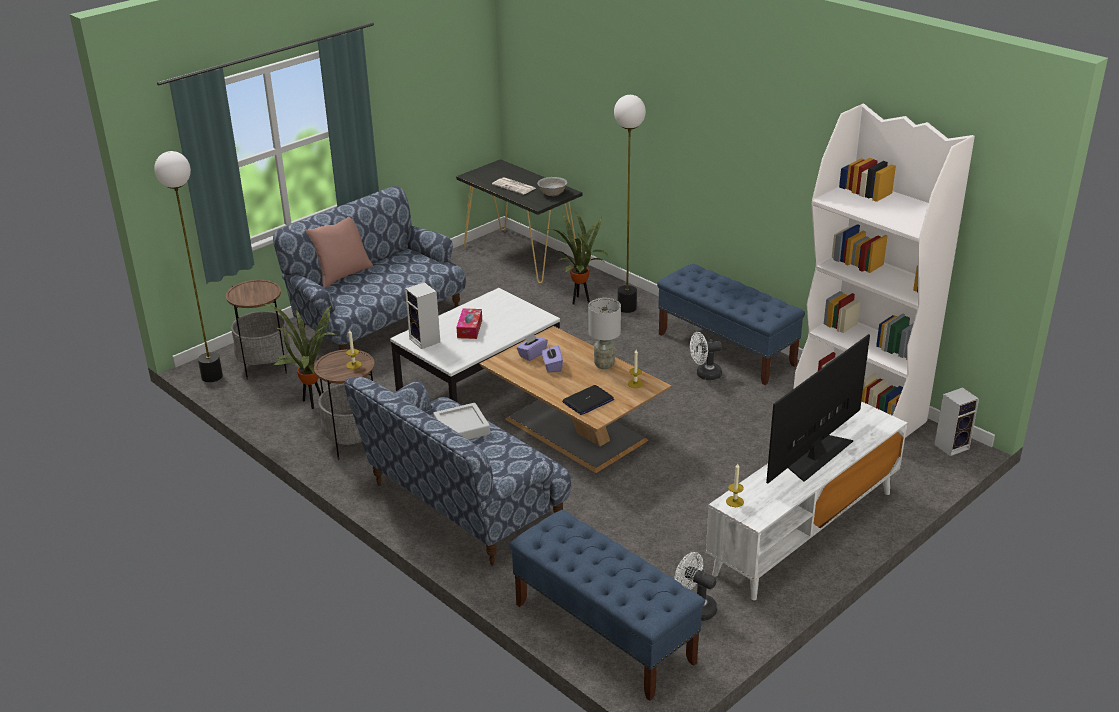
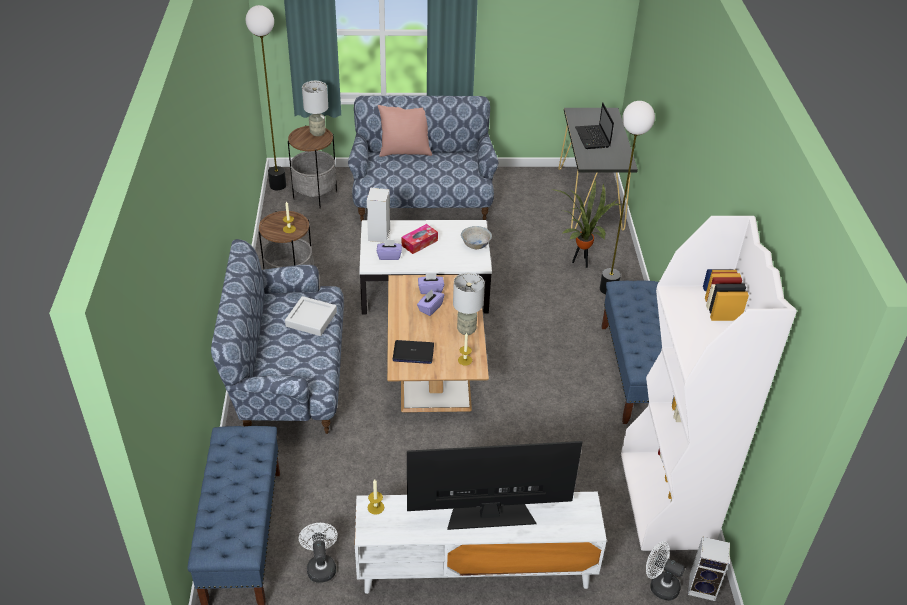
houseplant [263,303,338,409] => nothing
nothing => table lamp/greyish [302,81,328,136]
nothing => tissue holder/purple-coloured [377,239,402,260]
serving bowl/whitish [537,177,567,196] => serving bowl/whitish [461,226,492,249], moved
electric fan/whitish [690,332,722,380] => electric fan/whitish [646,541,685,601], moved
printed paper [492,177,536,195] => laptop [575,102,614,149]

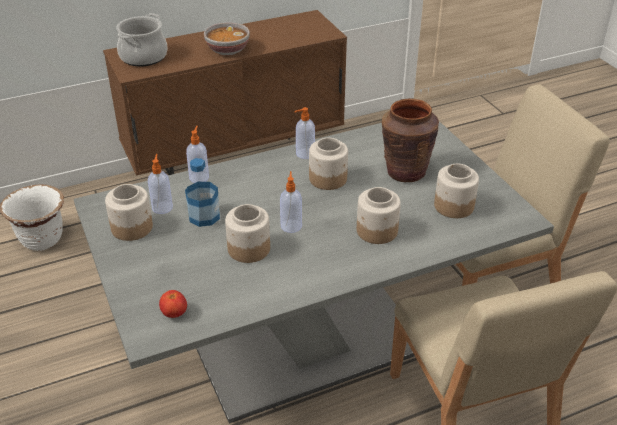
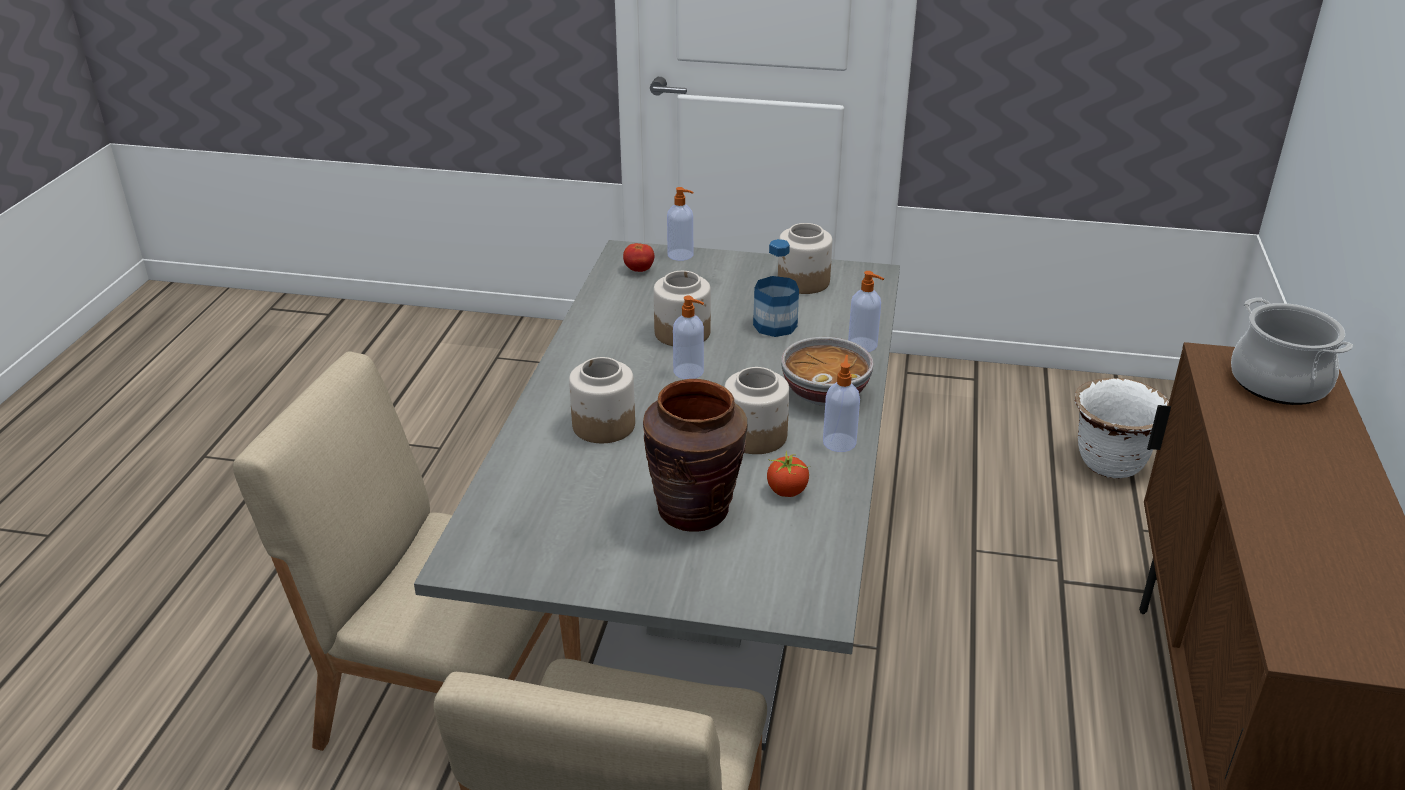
preserve jar [434,164,479,218] => nothing
nothing => fresh tomato [767,451,811,497]
soap dispenser [148,154,173,214] => soap dispenser [667,187,694,261], moved
serving bowl [204,22,250,55] => serving bowl [781,337,874,406], moved

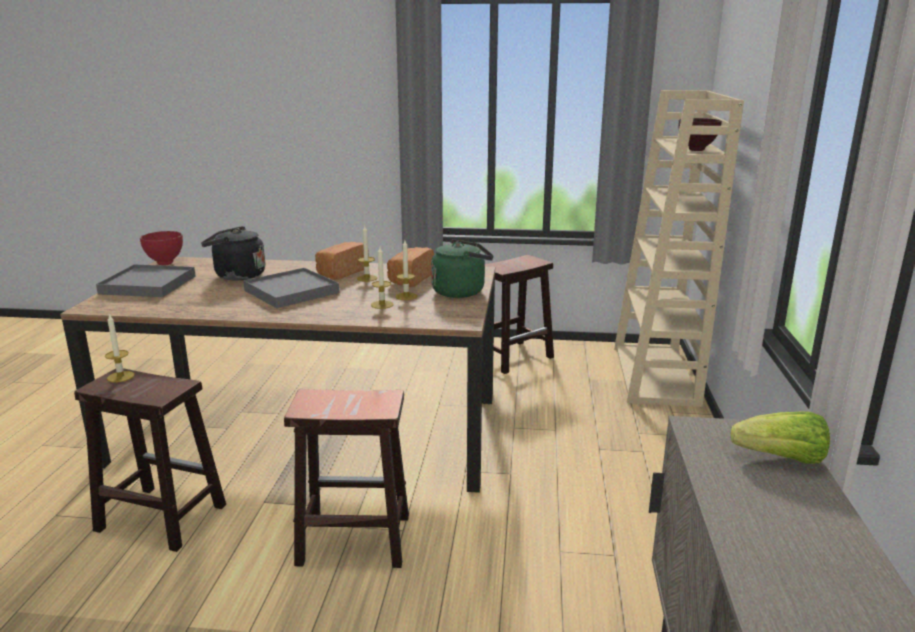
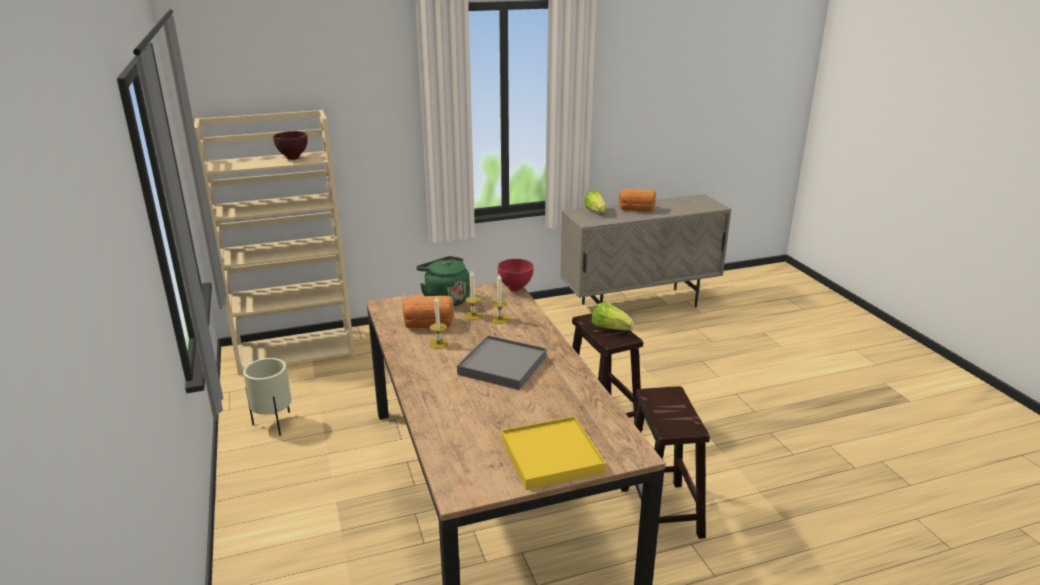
wax light [105,313,135,383] => nothing
water kettle/black-coloured [201,226,265,280] => nothing
nothing => head of lettuce [592,302,634,330]
serving bowl/reddish [140,231,183,265] => serving bowl/reddish [498,259,534,292], moved
baked bread [315,242,369,280] => baked bread [619,189,656,211], moved
sitting stool/brown [485,255,554,374] => plant pot/beige-coloured [243,358,292,436]
serving tray/greyish [96,264,196,297] => serving tray/yellow [501,416,606,490]

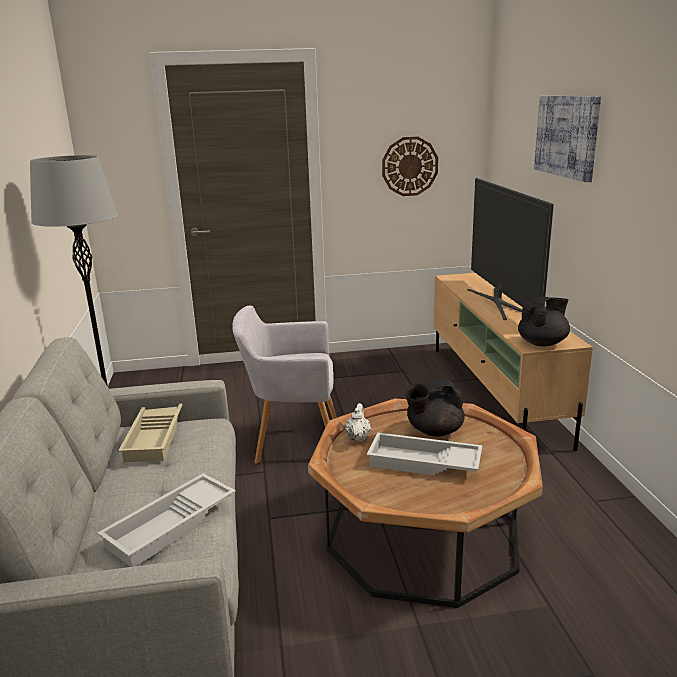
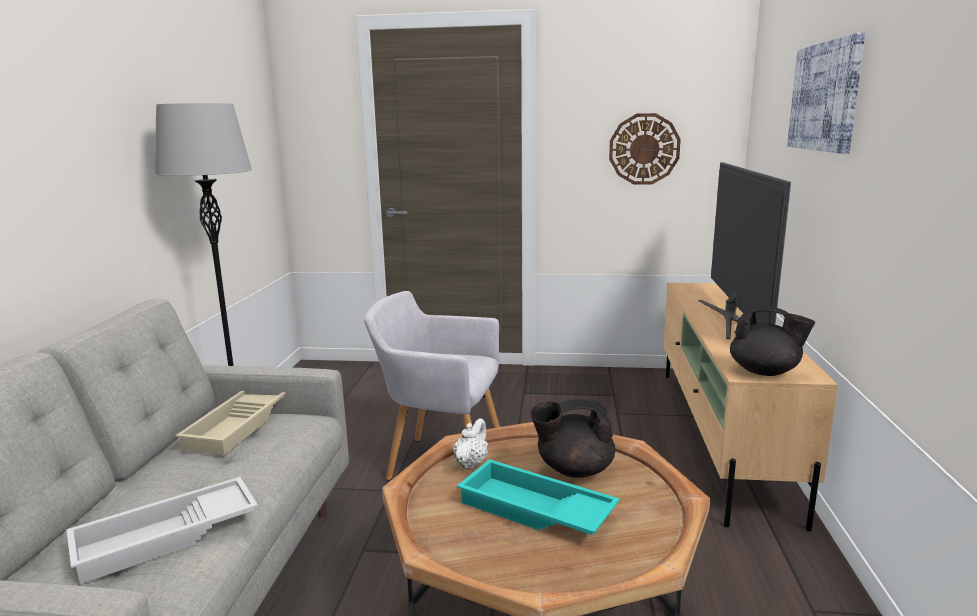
serving tray/whitish [367,432,483,475] => serving tray/blue-green [457,459,620,535]
tea pot/black-coloured [518,296,570,346] => tea pot/black-coloured [730,306,815,376], 45 degrees clockwise

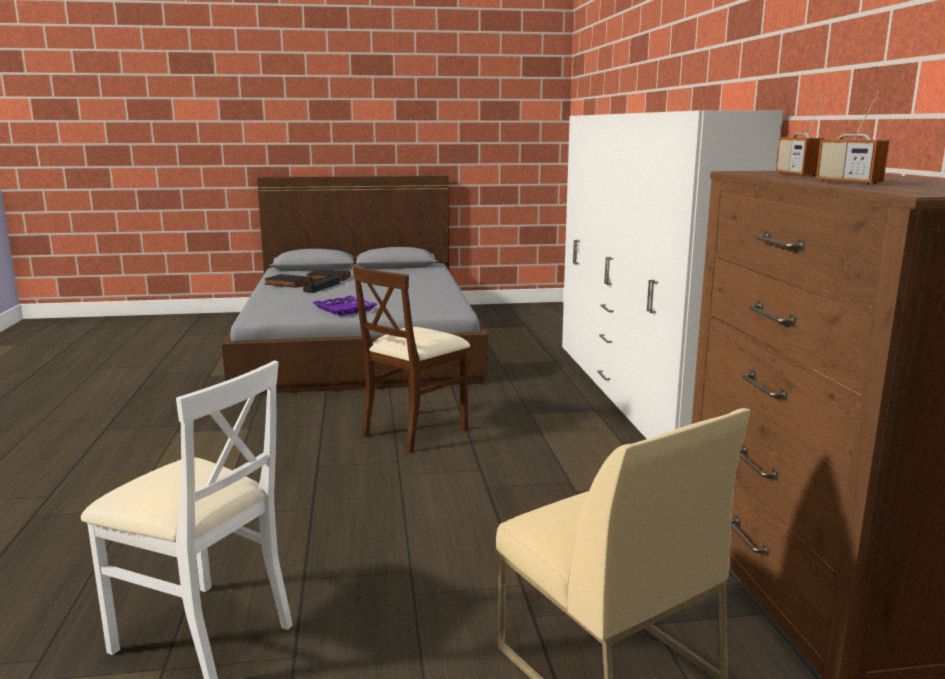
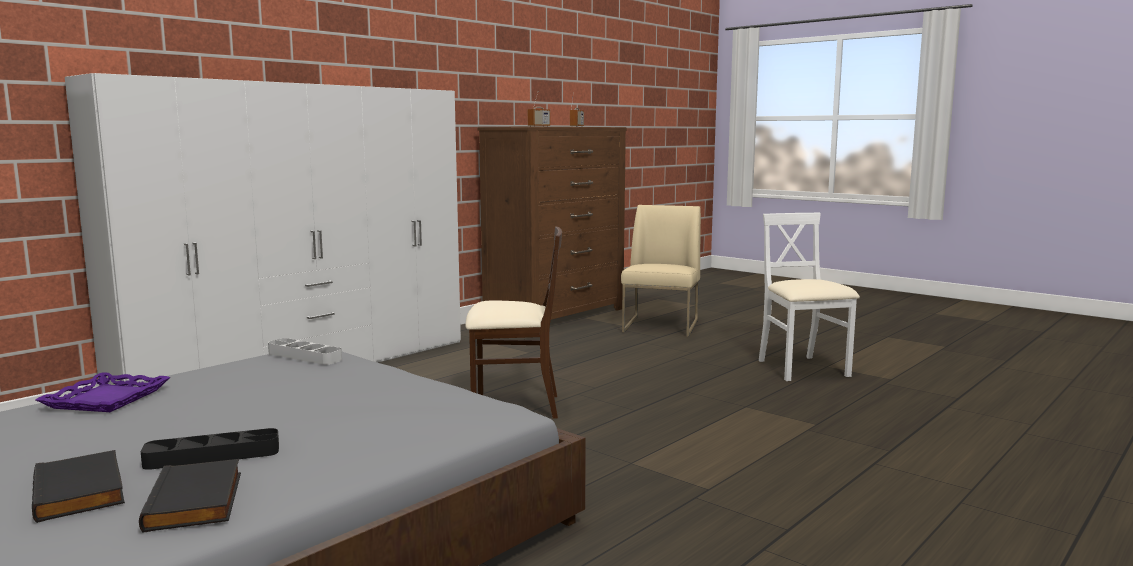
nothing => serving tray/greyish [268,338,342,365]
serving tray/purple-coloured [313,295,377,316] => serving tray/purple-coloured [36,372,170,412], moved

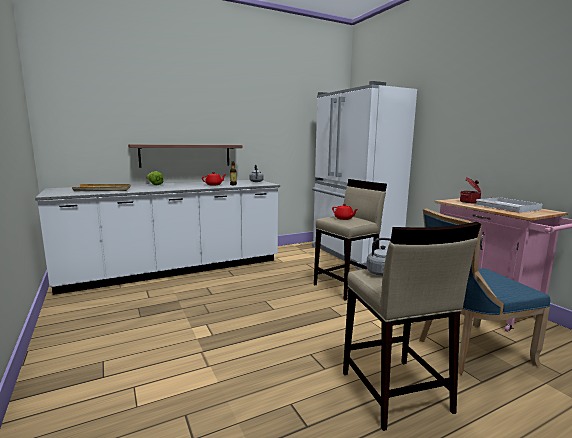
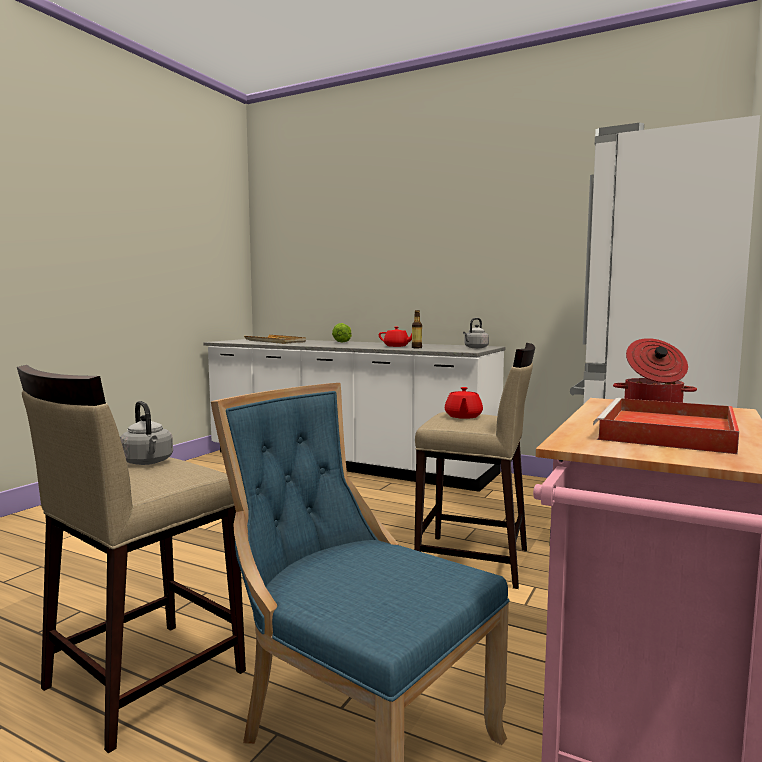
wall shelf [128,144,242,167] => nothing
serving tray/whitish [476,197,542,213] => serving tray/reddish [593,398,739,454]

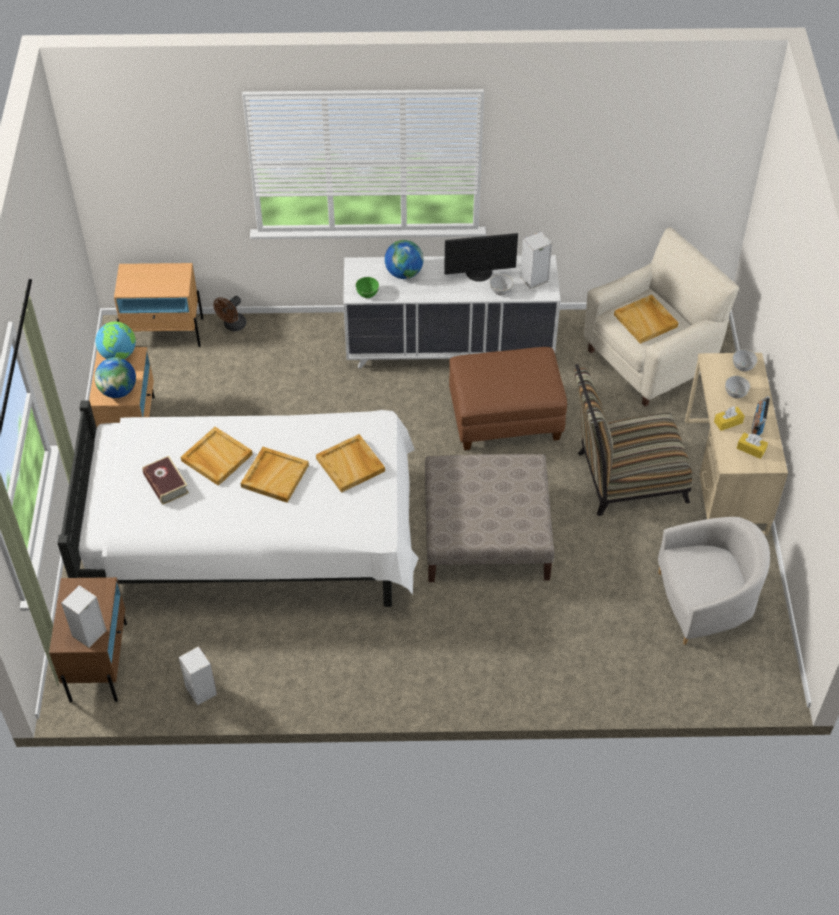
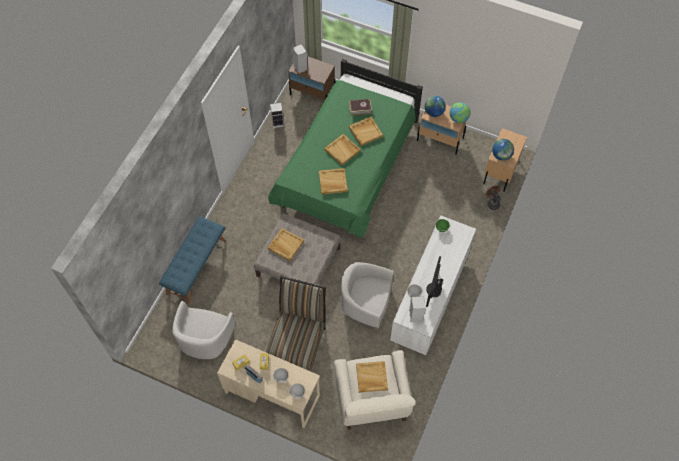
nothing => bench/blue-coloured [159,216,226,305]
nothing => serving tray/beige-coloured [267,228,304,261]
desk globe [385,240,423,279] => desk globe [492,139,514,161], moved
pouffe/brown [449,347,567,450] => lounge chair/whitish [341,262,394,329]
sleeping bed/whitish [57,400,419,607] => sleeping bed/green-coloured [268,59,423,238]

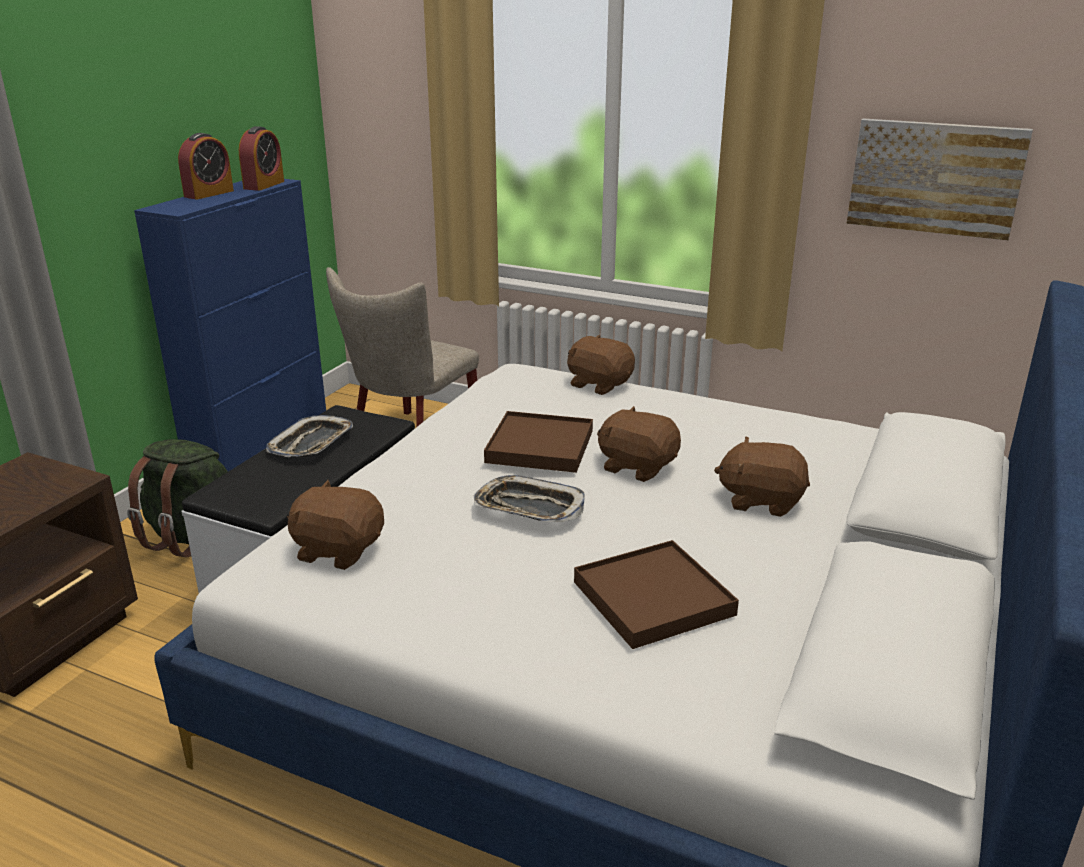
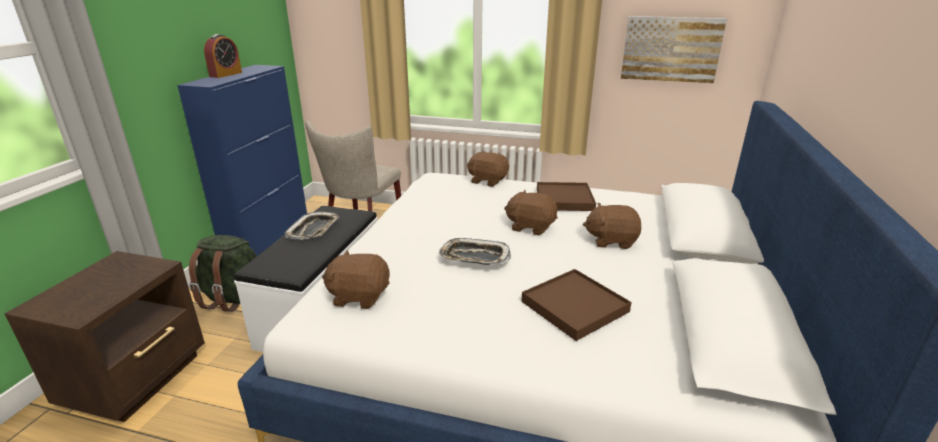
bedside clock [239,126,284,191] => nothing
serving tray/brown [484,411,593,473] => serving tray/brown [537,182,596,211], moved

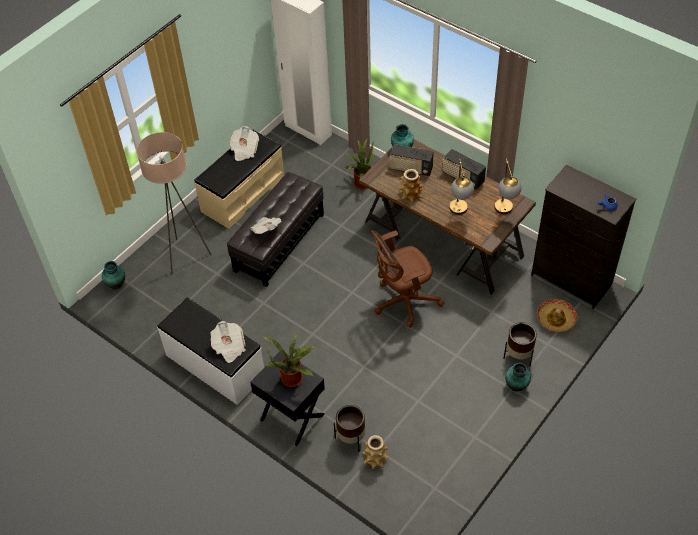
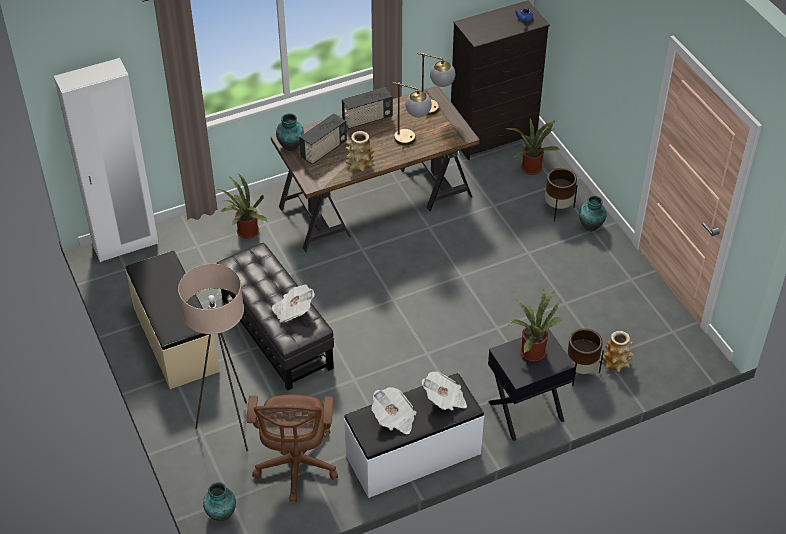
printed paper [229,126,259,161] => printed paper [371,387,417,434], moved
desk chair/brown [371,230,444,328] => desk chair/brown [247,394,338,502], moved
clothing hat [537,299,577,332] => houseplant [506,119,560,175]

